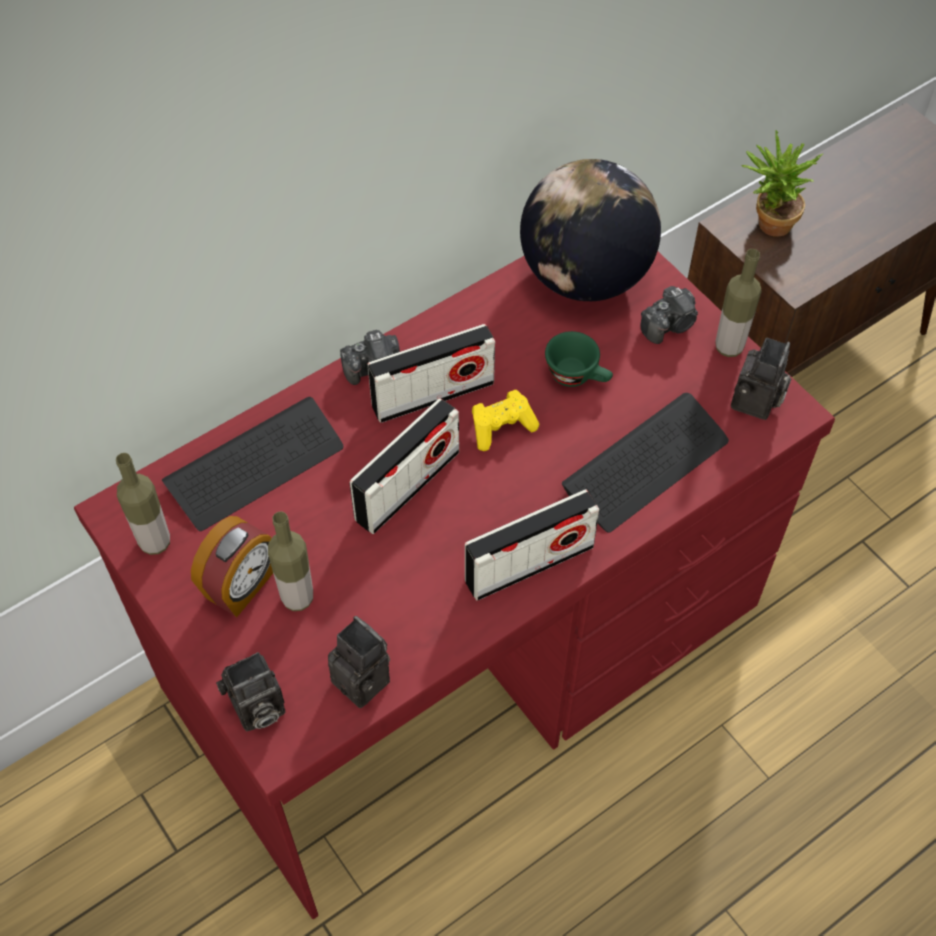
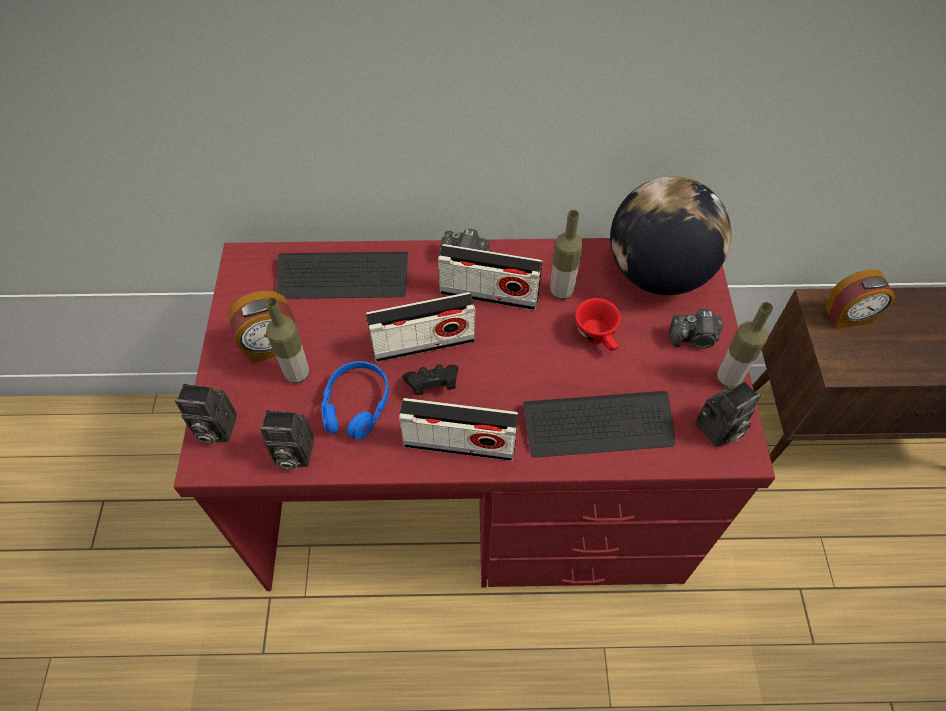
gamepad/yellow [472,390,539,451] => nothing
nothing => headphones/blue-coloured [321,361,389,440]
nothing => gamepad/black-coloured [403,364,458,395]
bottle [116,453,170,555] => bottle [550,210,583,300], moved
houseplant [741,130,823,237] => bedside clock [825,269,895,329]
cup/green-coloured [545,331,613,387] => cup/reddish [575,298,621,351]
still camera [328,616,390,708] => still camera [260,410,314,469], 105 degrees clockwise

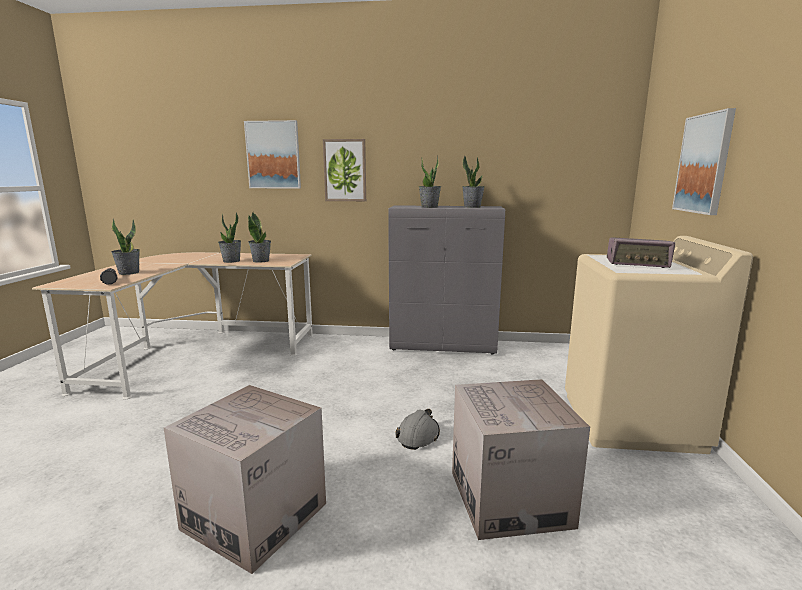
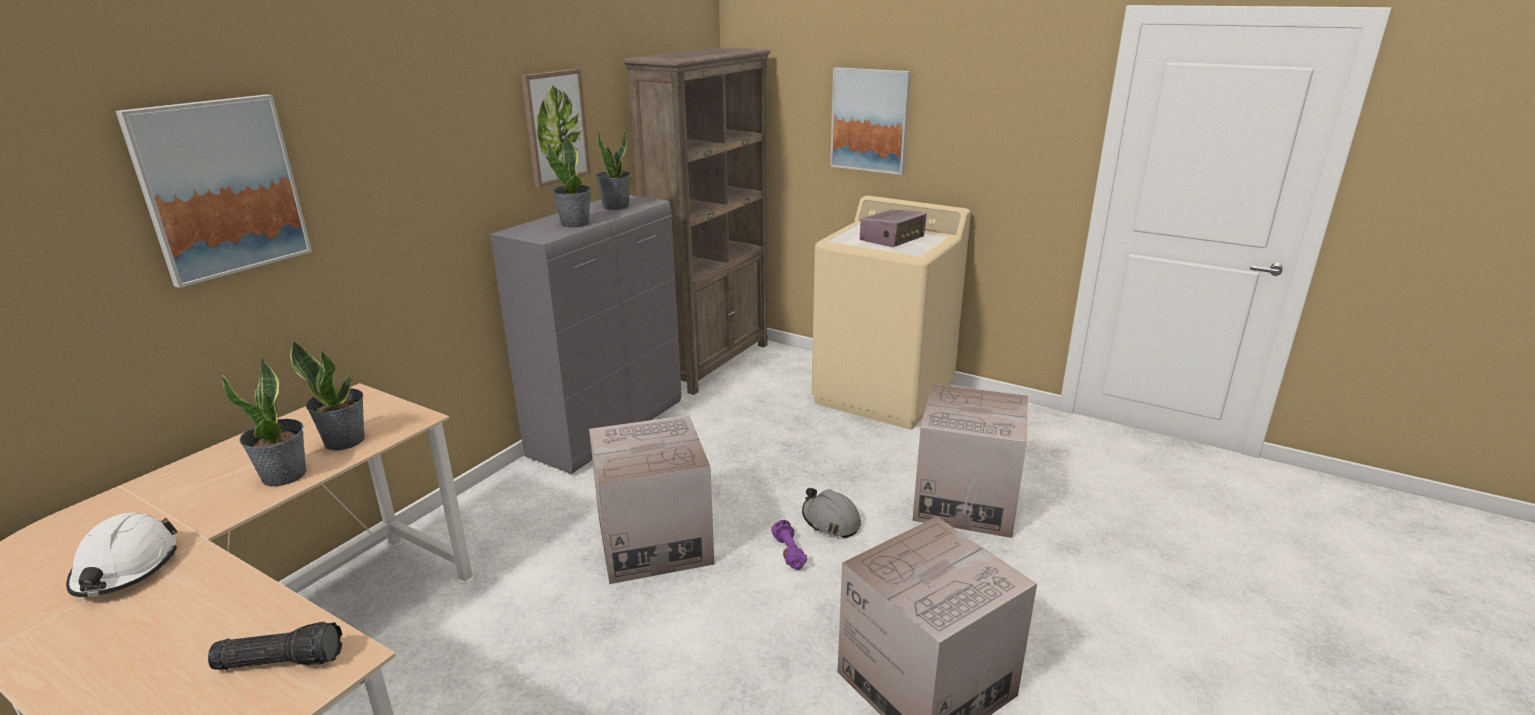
houseplant [111,219,140,275] => nothing
nothing => work helmet/whitish [66,512,177,597]
nothing => packing box [589,415,714,584]
nothing => bookcase/brown [624,47,771,395]
nothing => dumbbell/purple-coloured [771,520,807,570]
wall picture [323,139,366,201] => wall picture [521,69,591,188], moved

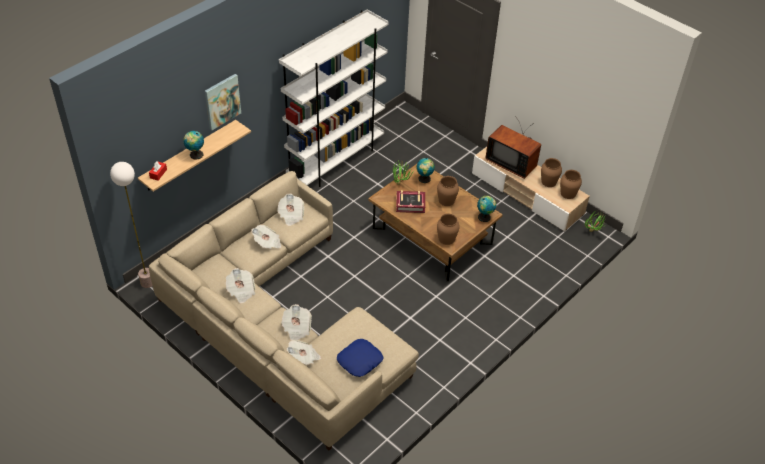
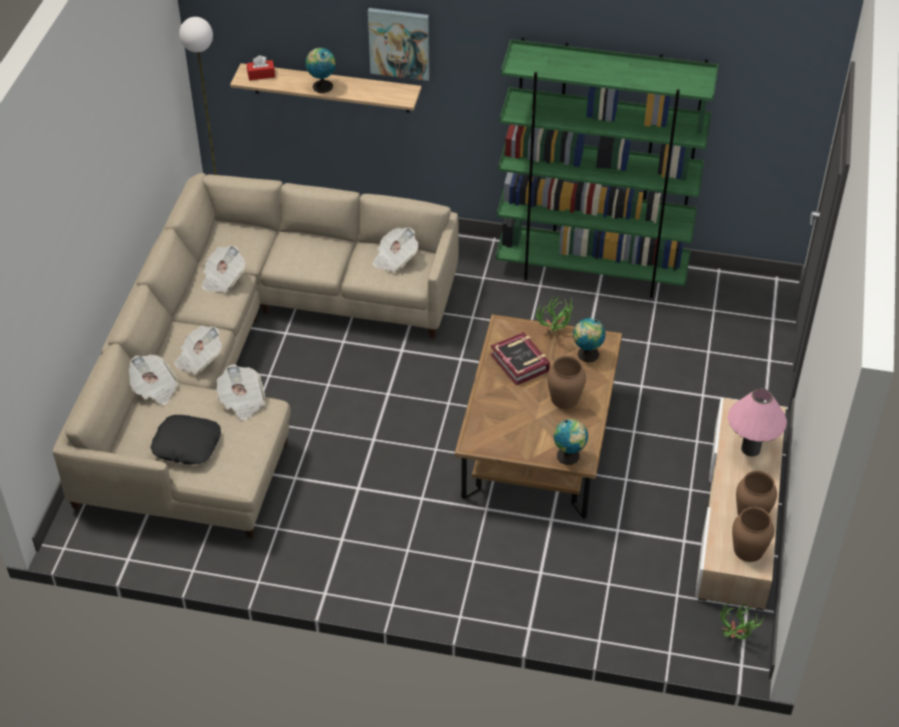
vase/brown [437,214,460,245] => nothing
printed paper [252,225,282,249] => printed paper [217,364,266,421], moved
TV [485,116,541,179] => table lamp/pink [728,388,787,457]
bookcase/whitish [279,9,389,187] => bookcase/green-coloured [496,37,719,298]
pillow/blue-coloured [337,339,383,377] => pillow/black-coloured [150,415,221,465]

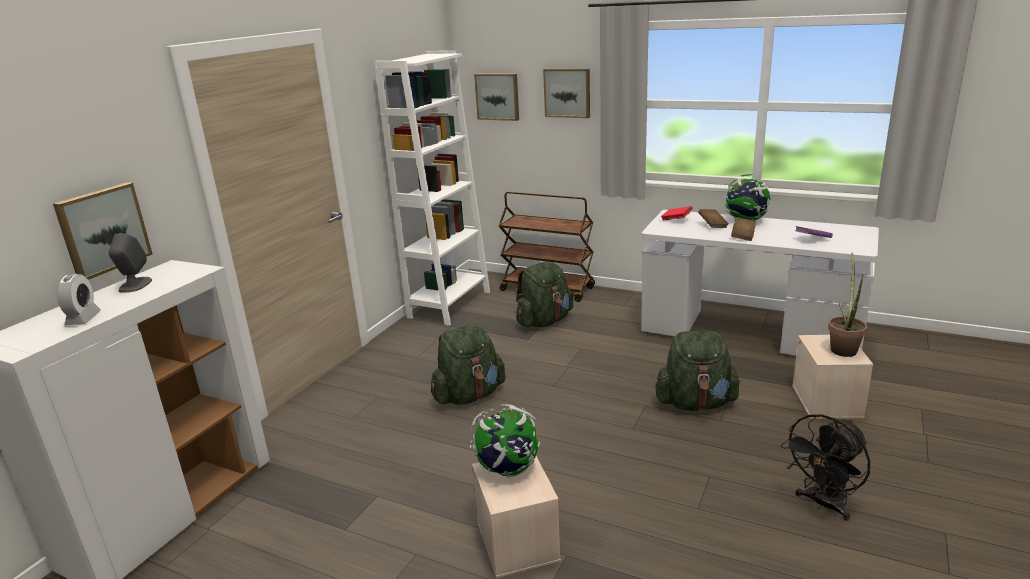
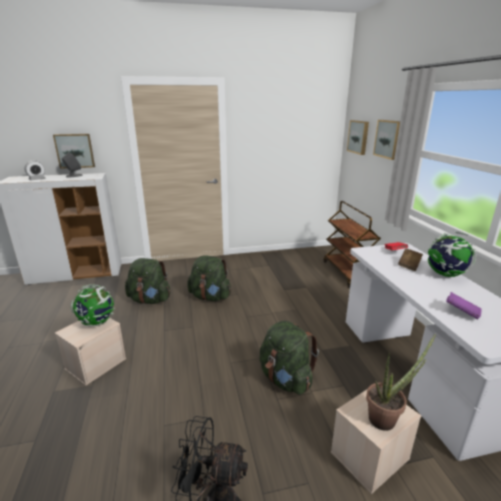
bookcase/whitish [374,51,490,326] => nothing
book/brown [731,217,756,241] => nothing
rucksack/green-coloured [516,262,573,327] => rucksack/green-coloured [125,258,170,304], moved

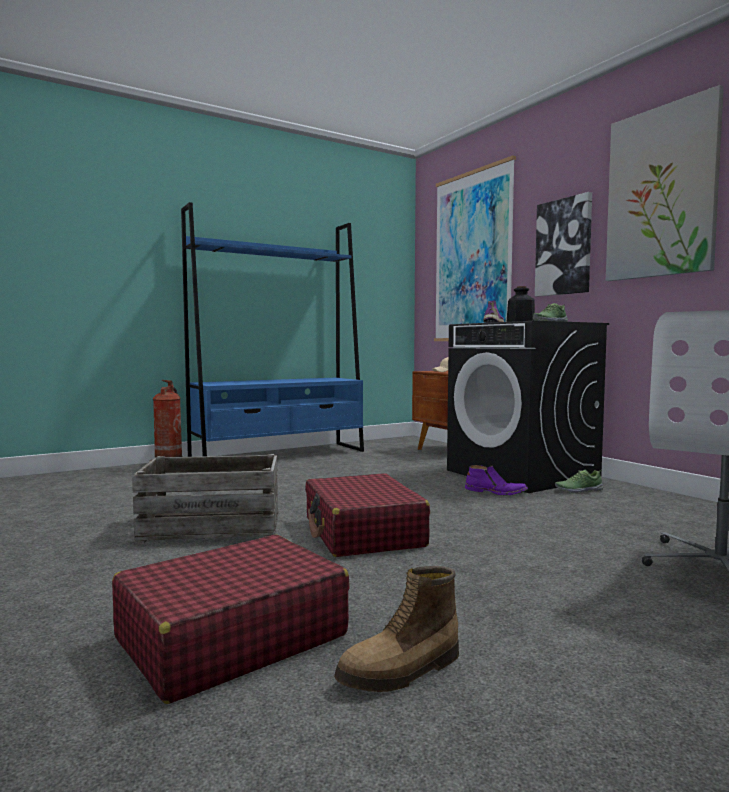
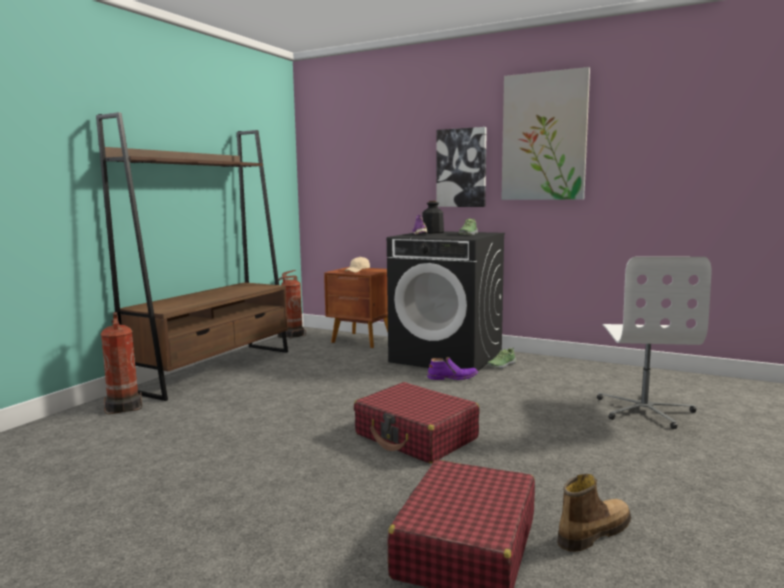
packing crate [132,454,278,544] => nothing
wall picture [434,155,516,341] => nothing
nothing => fire-fighting cylinder [277,270,306,338]
bookcase/blue-coloured [181,202,364,457] => bookcase/brown [96,112,288,401]
boot [334,566,459,692] => boot [557,474,631,552], 150 degrees counterclockwise

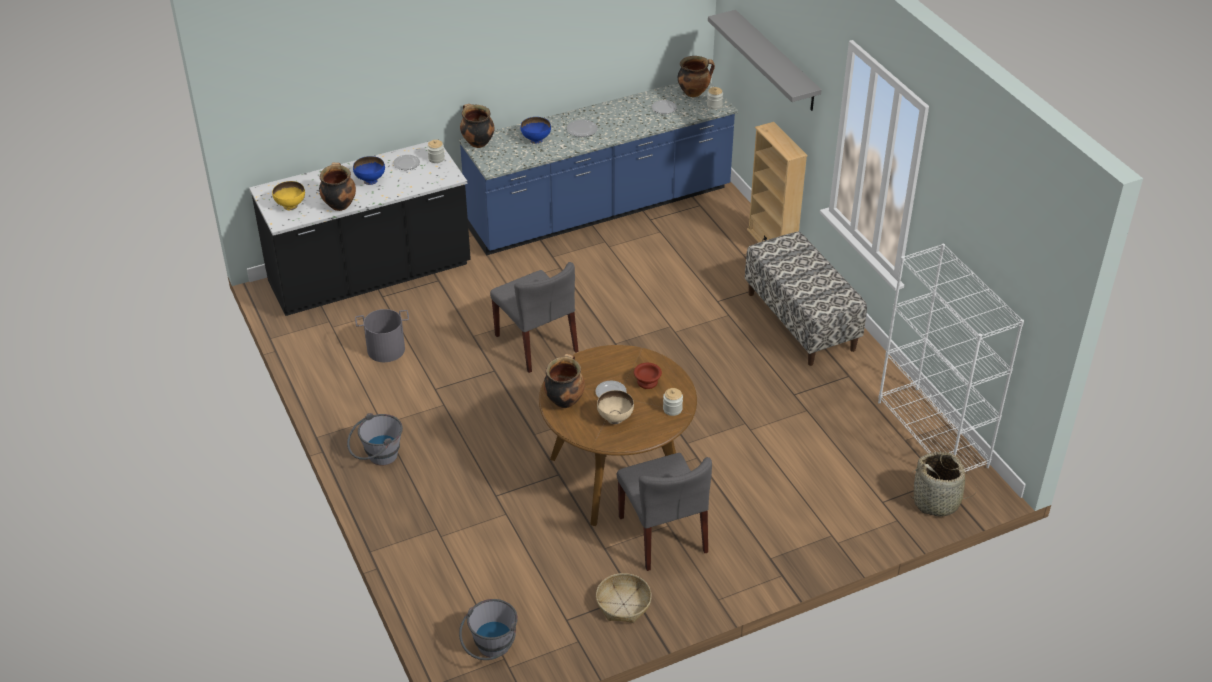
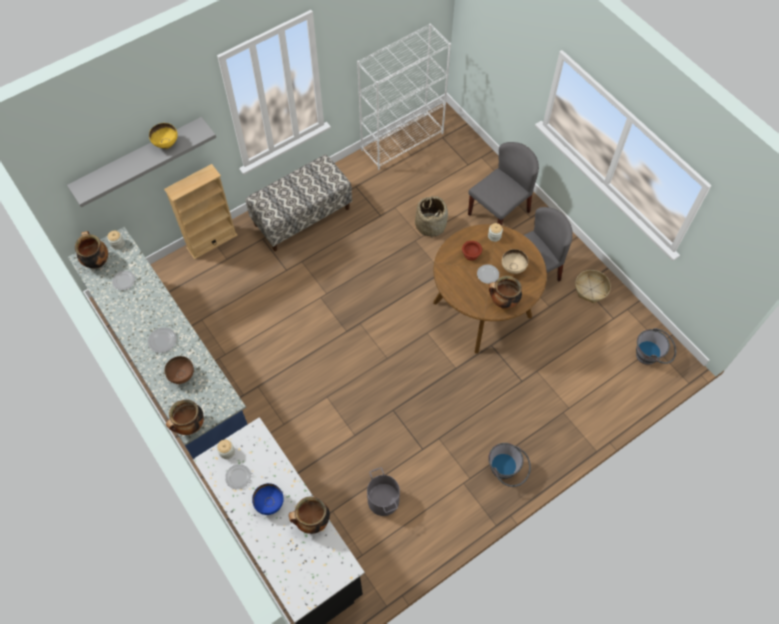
serving bowl/yellow [272,181,305,210] => serving bowl/yellow [149,123,178,149], moved
chair/greyish [490,262,578,373] => chair/greyish [468,142,539,226], moved
household basket [907,452,977,517] => household basket [415,196,448,237], moved
serving bowl/blue-coloured [521,117,551,144] => serving bowl/brown [165,356,194,384]

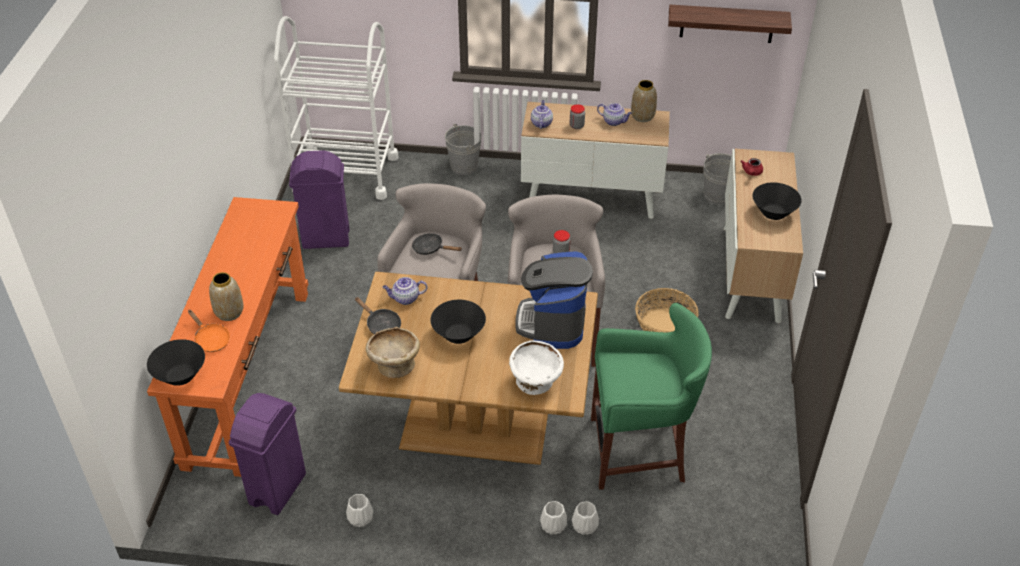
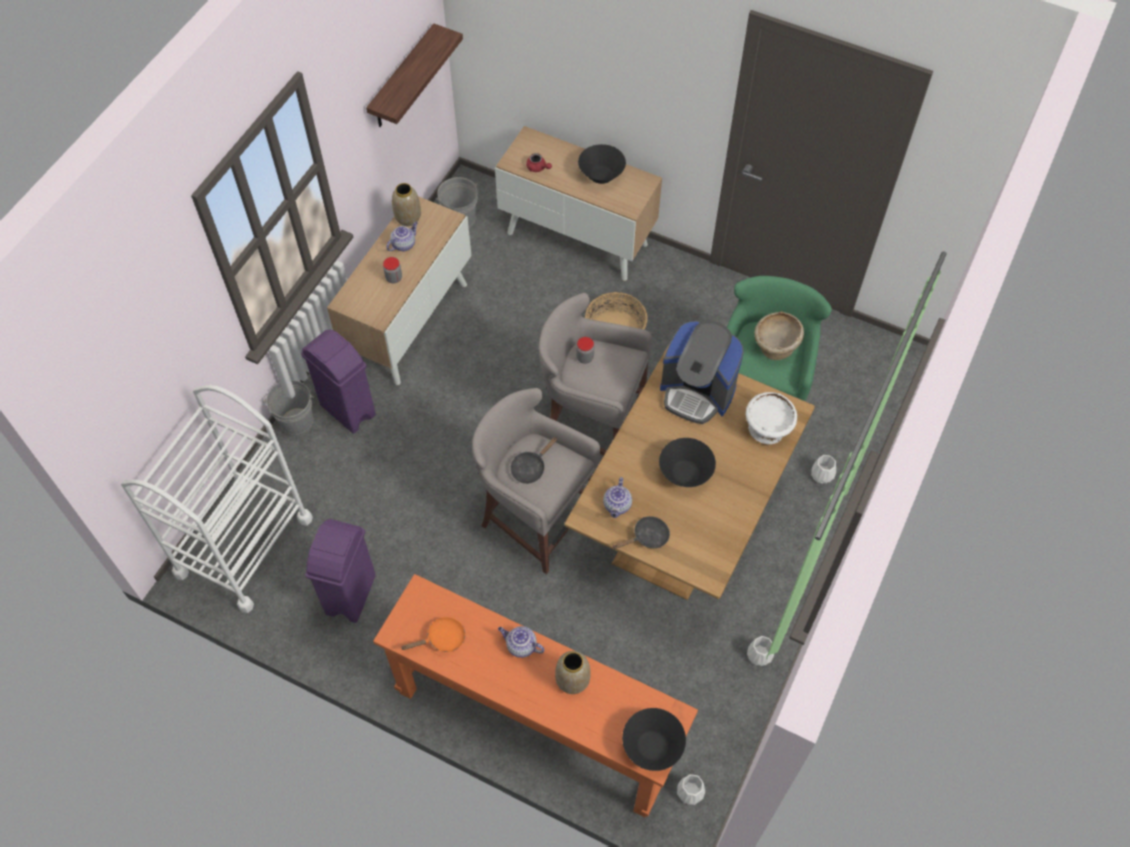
frying pan/orangey [188,310,230,352] => frying pan/orangey [402,617,465,652], moved
waste bin/purple-coloured [229,393,306,515] => waste bin/purple-coloured [301,329,376,434], moved
serving bowl/beige-coloured [366,327,420,378] => serving bowl/beige-coloured [754,311,804,360], moved
tea pot [531,100,553,129] => tea pot [498,626,544,658], moved
vase/whitish [540,501,567,535] => vase/whitish [677,774,705,805], moved

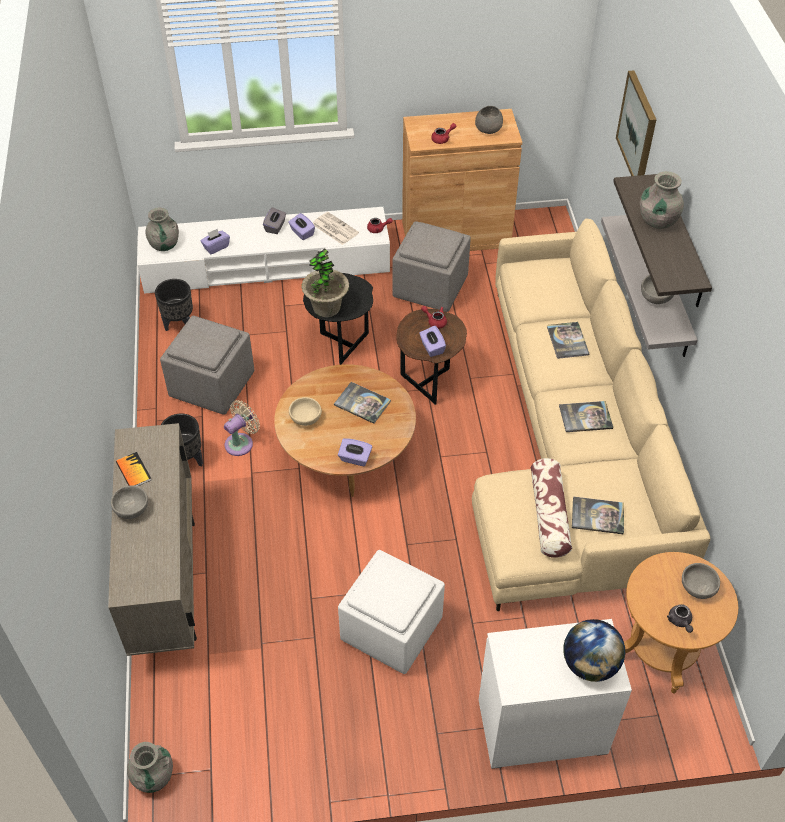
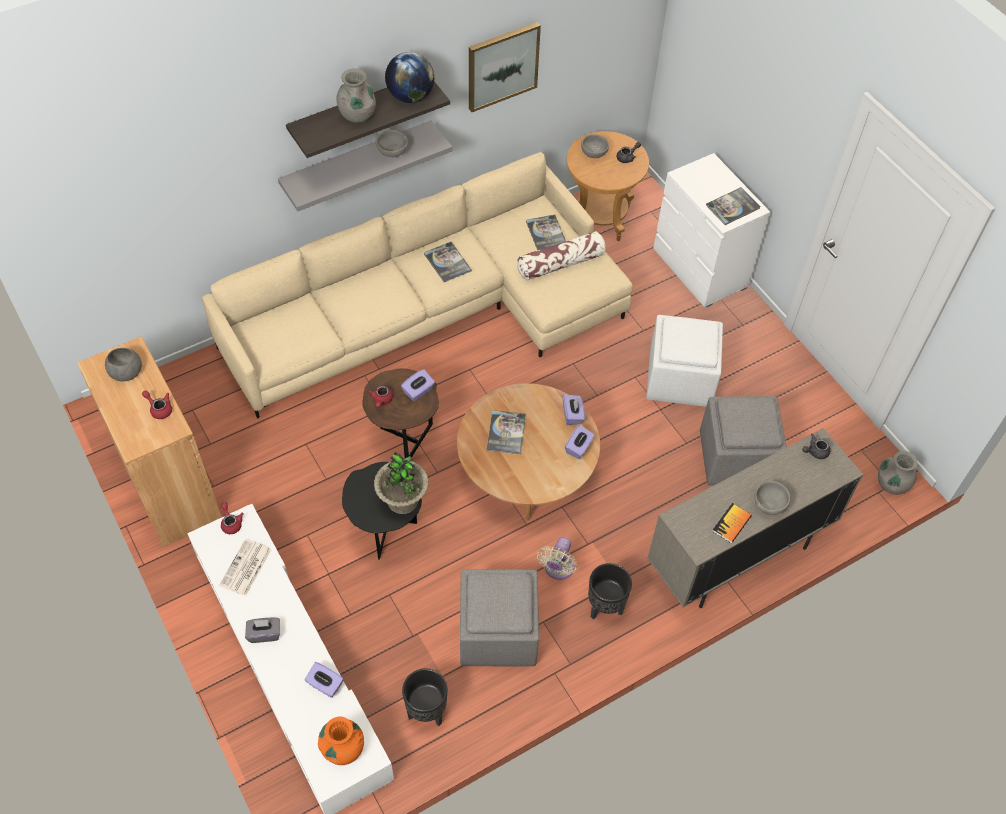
serving bowl/beige-coloured [289,397,322,426] => nothing
nothing => tea pot/greyish [802,434,831,459]
tissue holder/purple-coloured [288,213,315,240] => tissue holder/purple-coloured [565,425,595,459], moved
pouffe/greyish [393,221,471,312] => pouffe/greyish [700,396,786,486], moved
book [547,322,589,359] => book [706,187,760,225], moved
desk globe [563,619,625,682] => desk globe [385,52,434,103], moved
wall picture [616,70,657,176] => wall picture [469,22,541,112], moved
vase/greyish [146,208,179,251] => vase/orangey [318,717,364,765]
electric fan/beige-coloured [224,400,260,456] => electric fan/beige-coloured [537,537,577,580], 90 degrees counterclockwise

